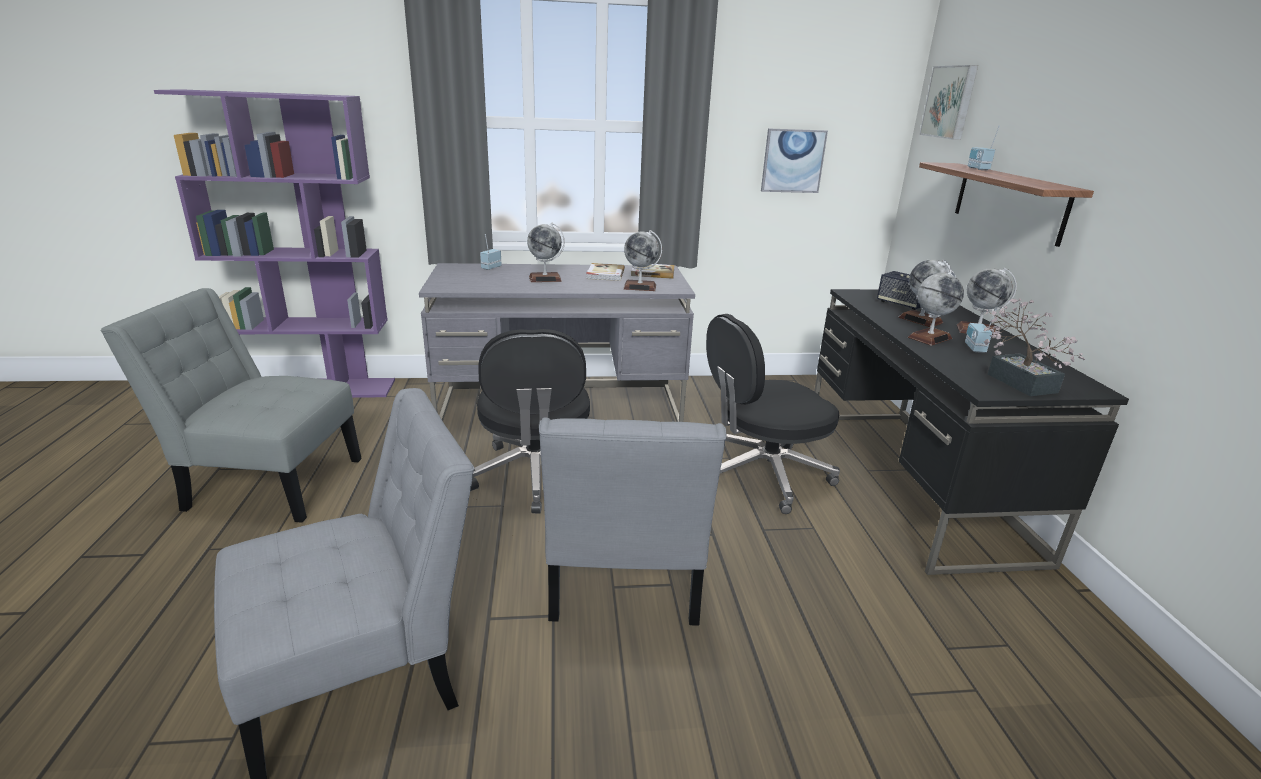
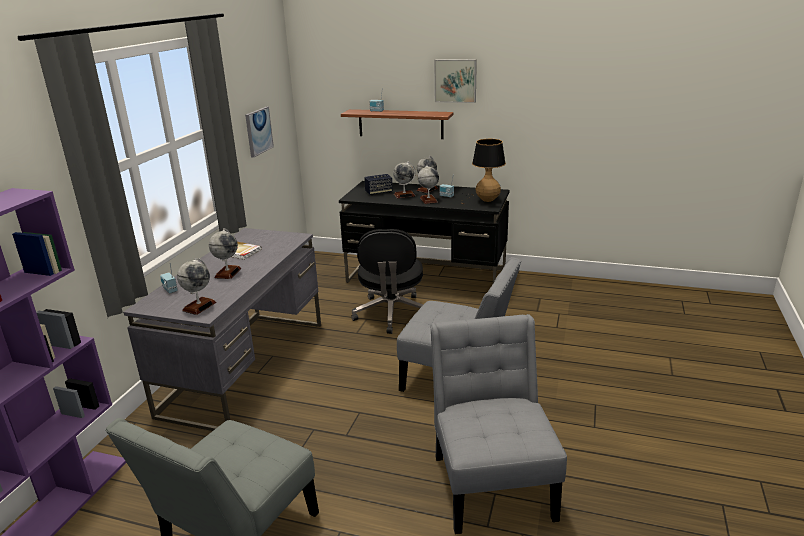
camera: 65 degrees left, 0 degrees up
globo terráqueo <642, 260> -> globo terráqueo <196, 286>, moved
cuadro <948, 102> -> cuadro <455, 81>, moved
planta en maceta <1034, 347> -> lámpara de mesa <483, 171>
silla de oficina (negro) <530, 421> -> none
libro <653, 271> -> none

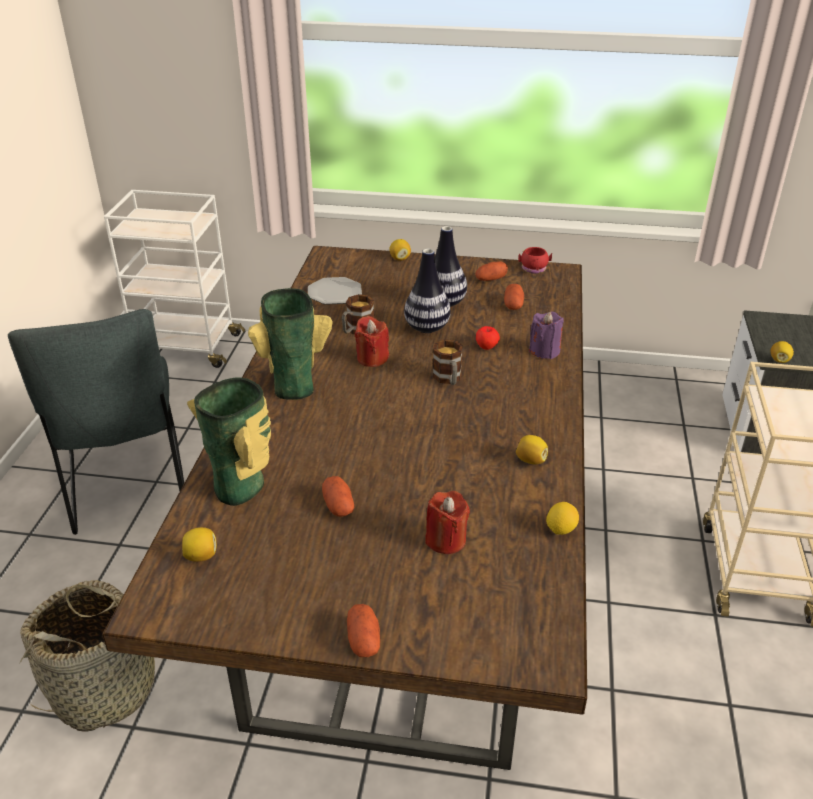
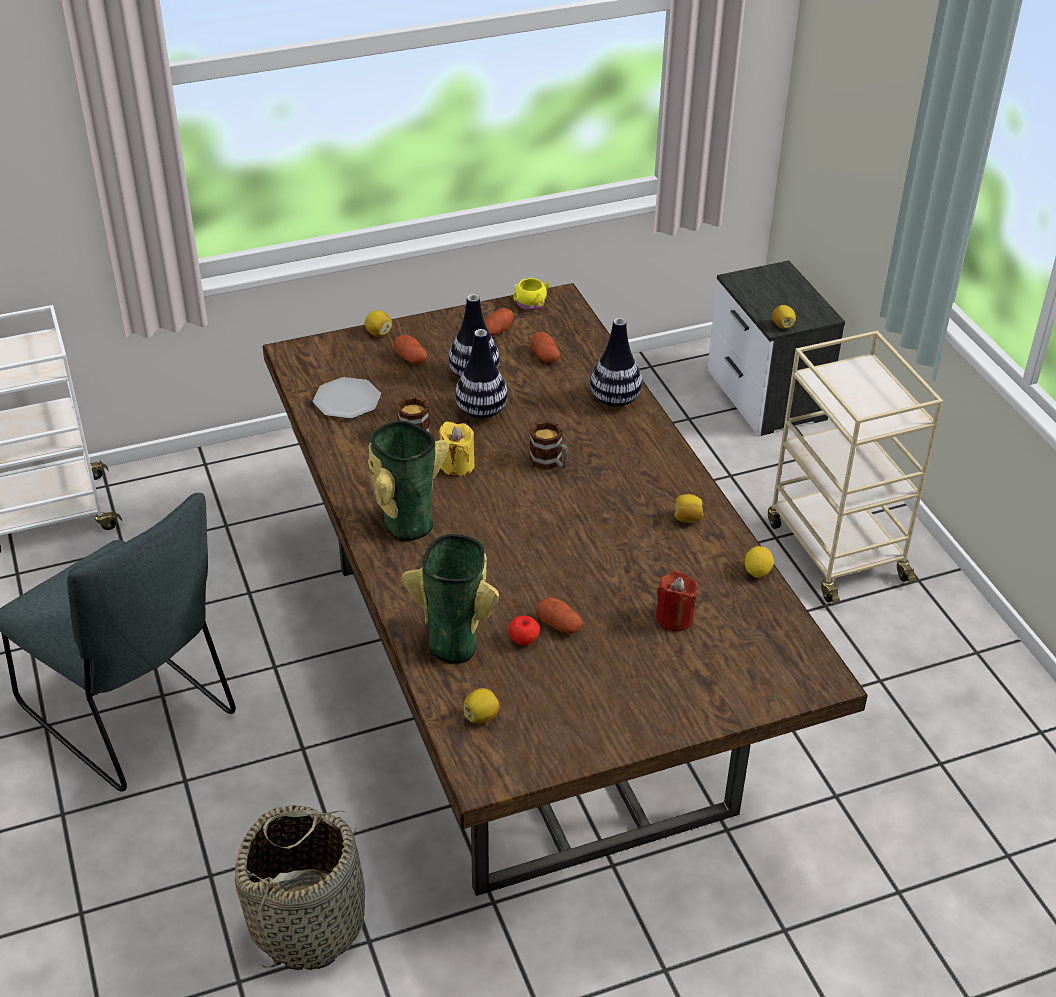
camera: 30 degrees left, 5 degrees up
patata <363, 630> -> patata <410, 350>, moved
vela (rojo) <372, 341> -> vela (amarillo) <456, 449>
manzana <488, 338> -> manzana <524, 630>, moved
taza grande (rojo) <535, 260> -> taza grande (amarillo) <531, 294>
vela (morado) <546, 335> -> florero <616, 362>

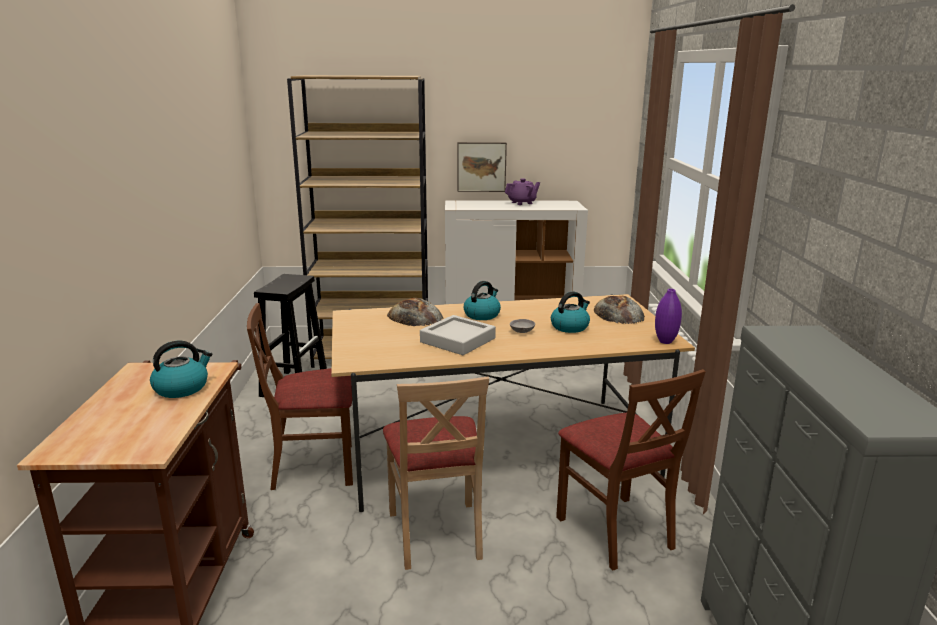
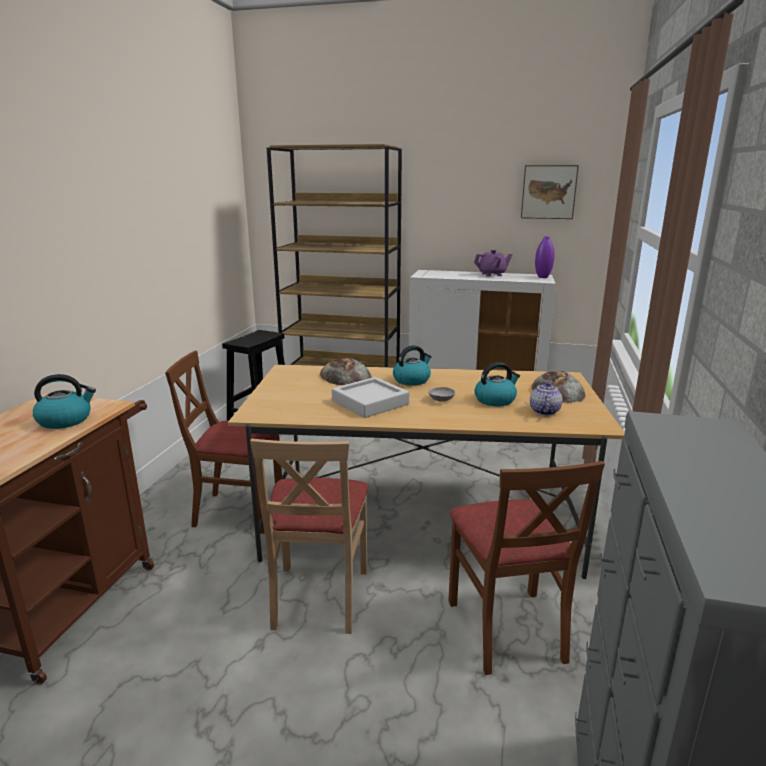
camera: 15 degrees right, 0 degrees up
cuadro <482, 167> -> cuadro <550, 192>, moved
none -> tetera <546, 398>
florero (morado) <668, 316> -> florero (morado) <545, 257>, moved

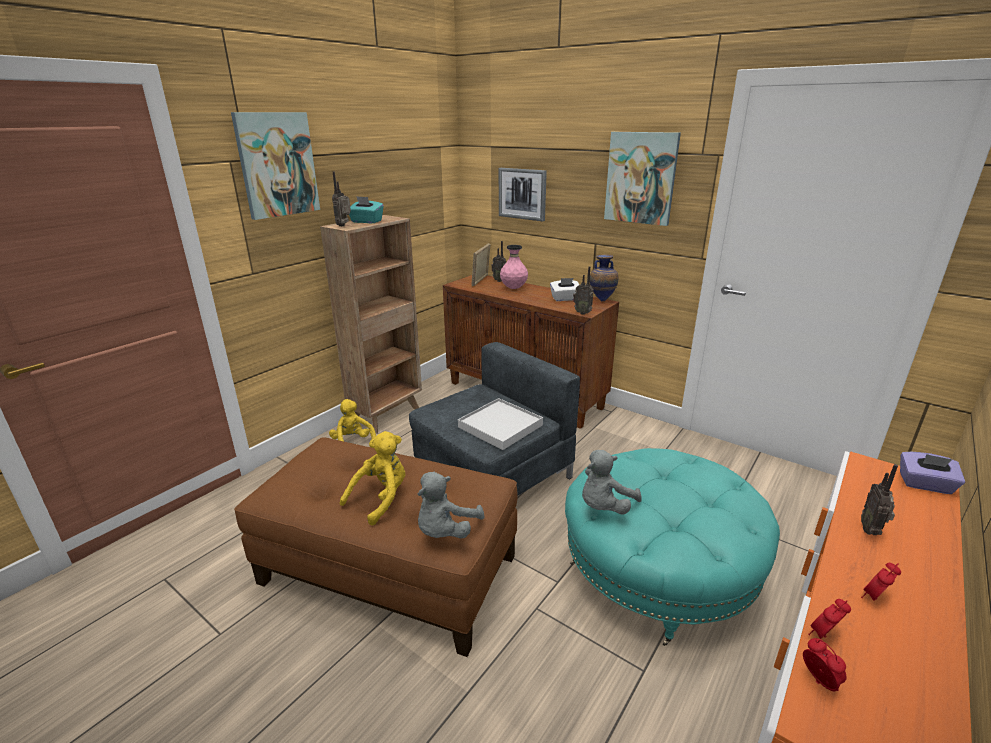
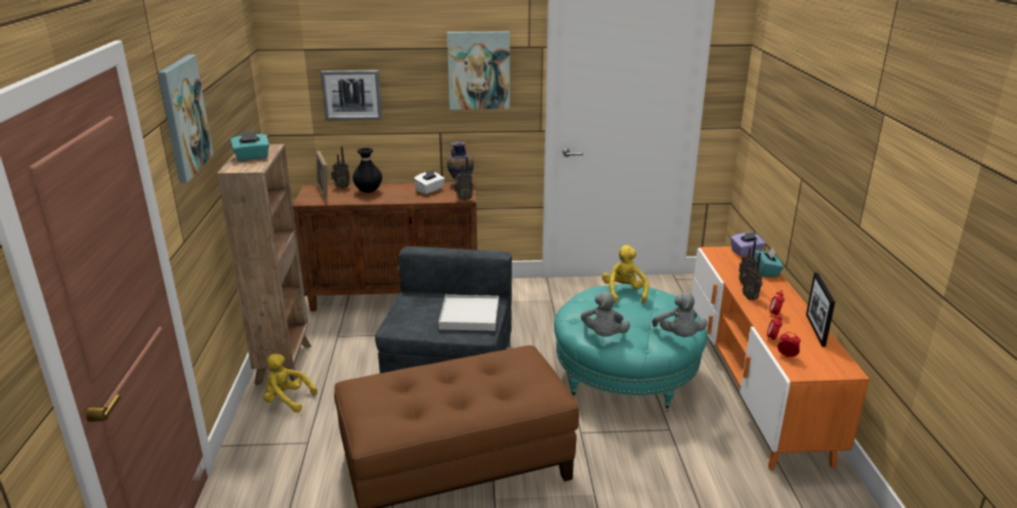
camera: 40 degrees left, 0 degrees up
florero (rosa) <514, 267> -> florero (negro) <367, 170>
peluche (amarillo) <372, 478> -> peluche (amarillo) <625, 274>, moved
peluche (gris) <451, 505> -> peluche (gris) <679, 314>, moved
radio <341, 199> -> radio <752, 276>, moved
none -> caja de pañuelos (turquesa) <769, 262>
none -> portarretratos <820, 309>

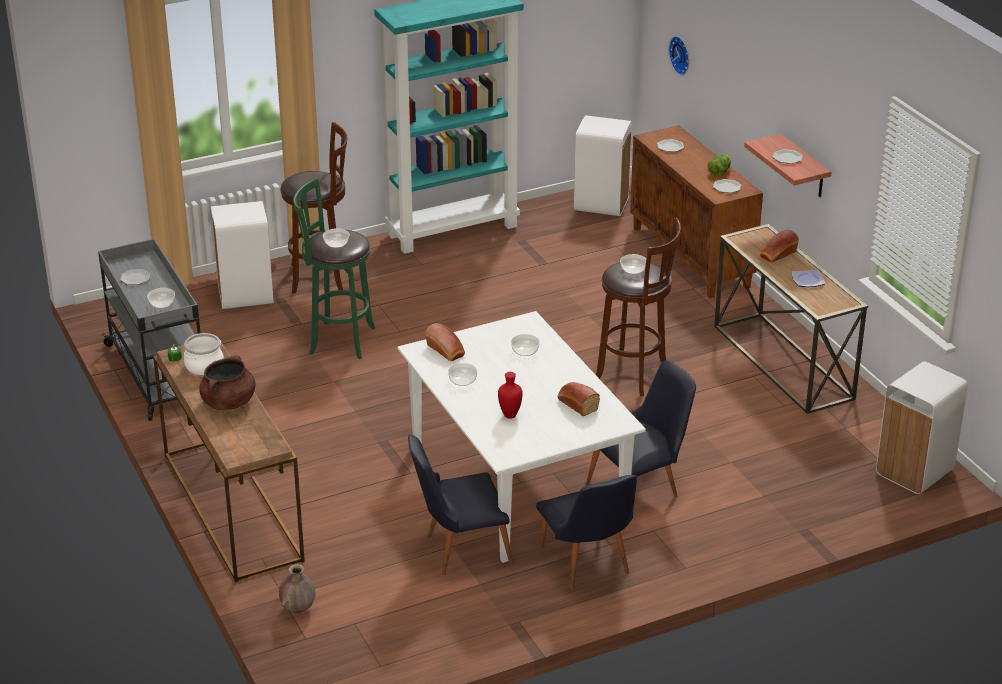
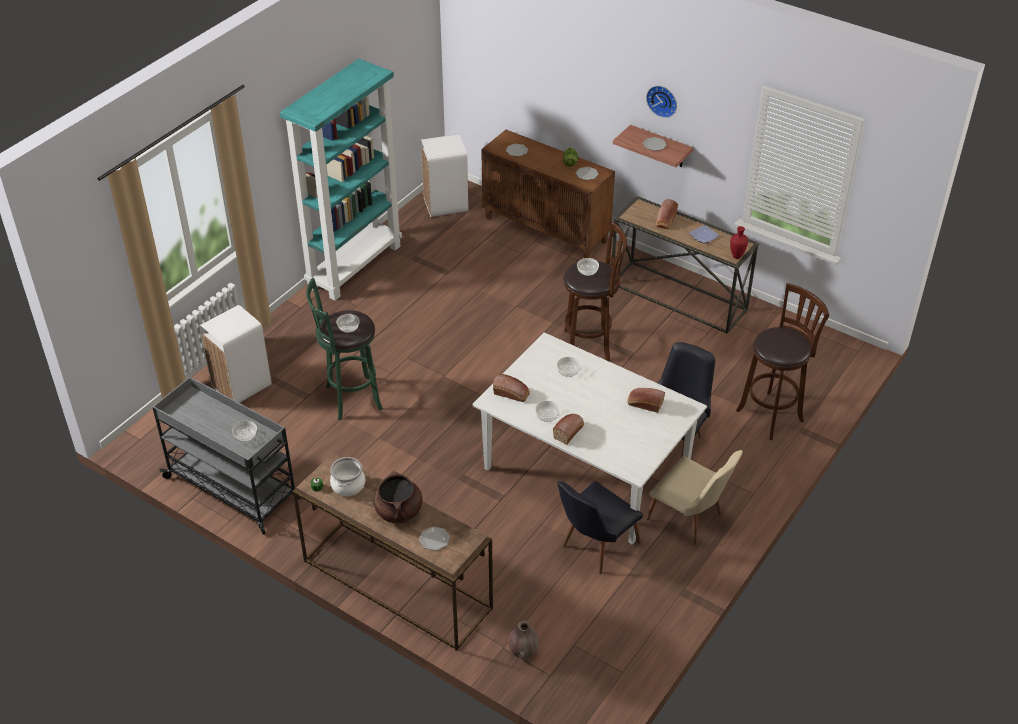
camera: 30 degrees left, 10 degrees up
plato <135, 277> -> plato <434, 539>, moved
none -> pan <568, 429>
reloj de pared <679, 56> -> reloj de pared <661, 102>, moved
silla (negro) <586, 532> -> silla (beis) <694, 497>
florero (rojo) <510, 395> -> florero (rojo) <739, 242>, moved
taburete (marrón) <313, 208> -> taburete (marrón) <782, 361>, moved
papelera (blanco) <922, 427> -> none

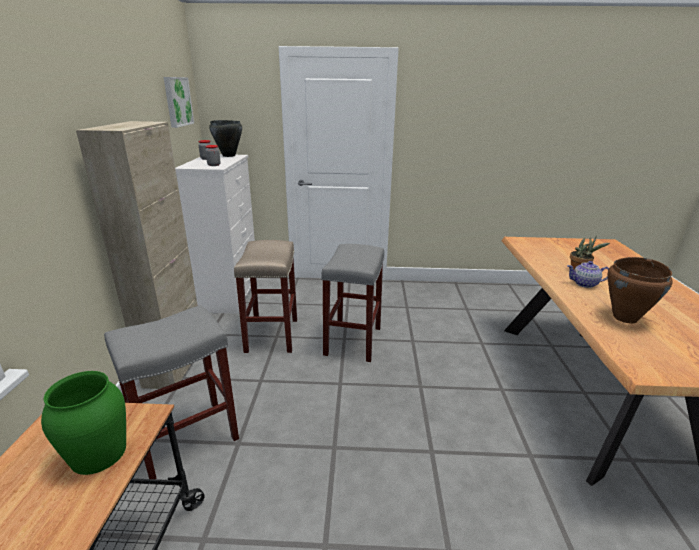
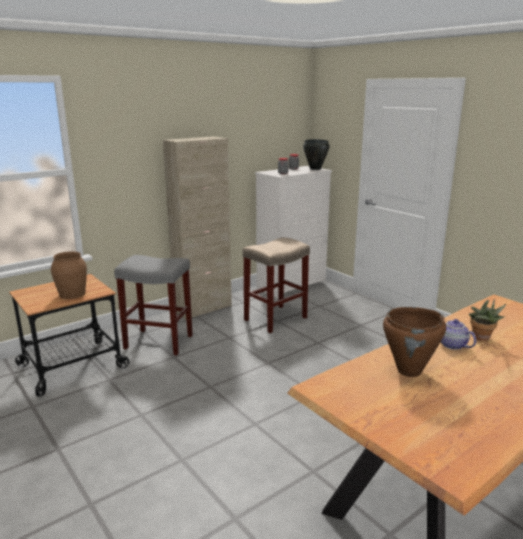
camera: 50 degrees right, 5 degrees down
florero (verde) <83, 423> -> florero (marrón) <69, 275>
cuadro <179, 102> -> none
taburete (gris) <353, 303> -> none

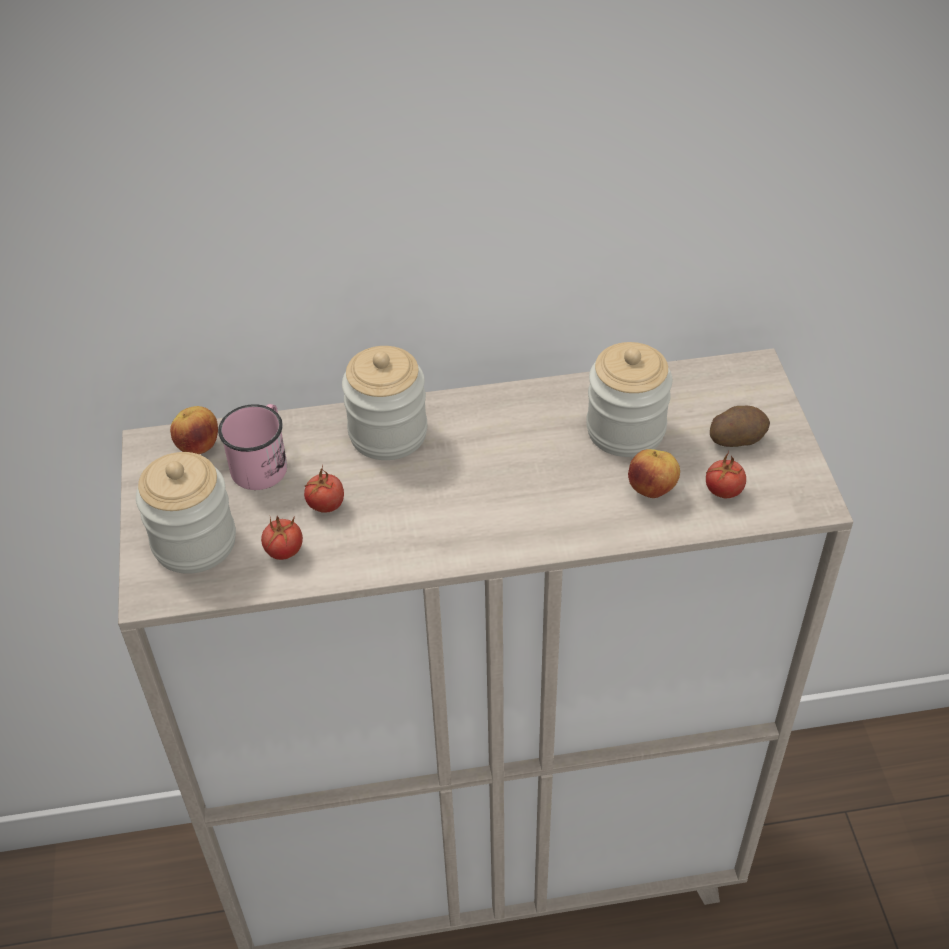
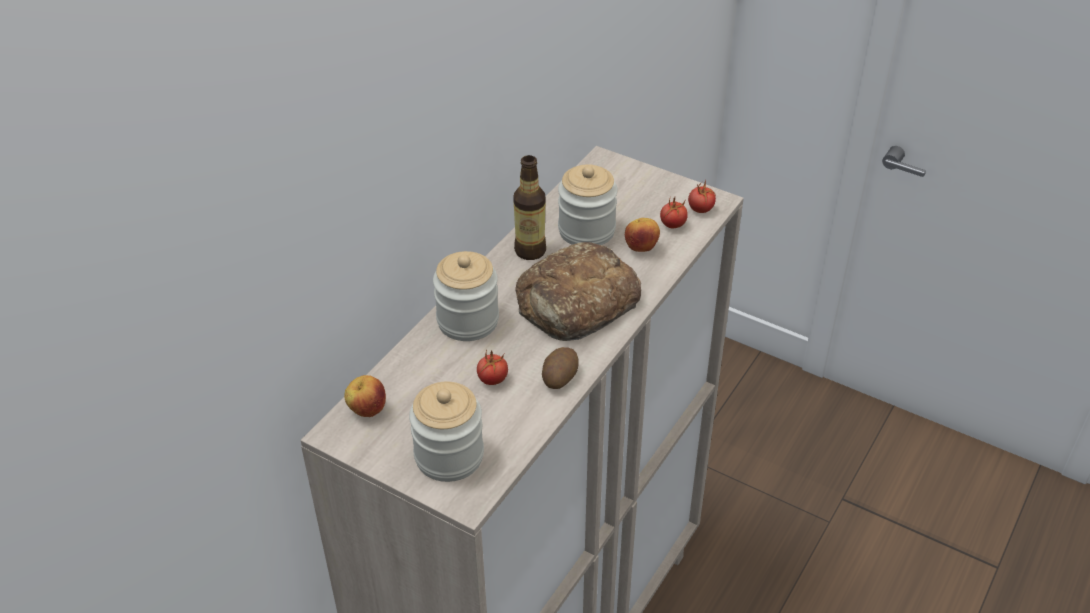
camera: 50 degrees left, 5 degrees down
none -> botella <529, 207>
none -> pan <578, 291>
patata <740, 426> -> patata <560, 368>, moved
tomate <282, 537> -> tomate <702, 196>, moved
taza grande (rosa) <252, 447> -> none

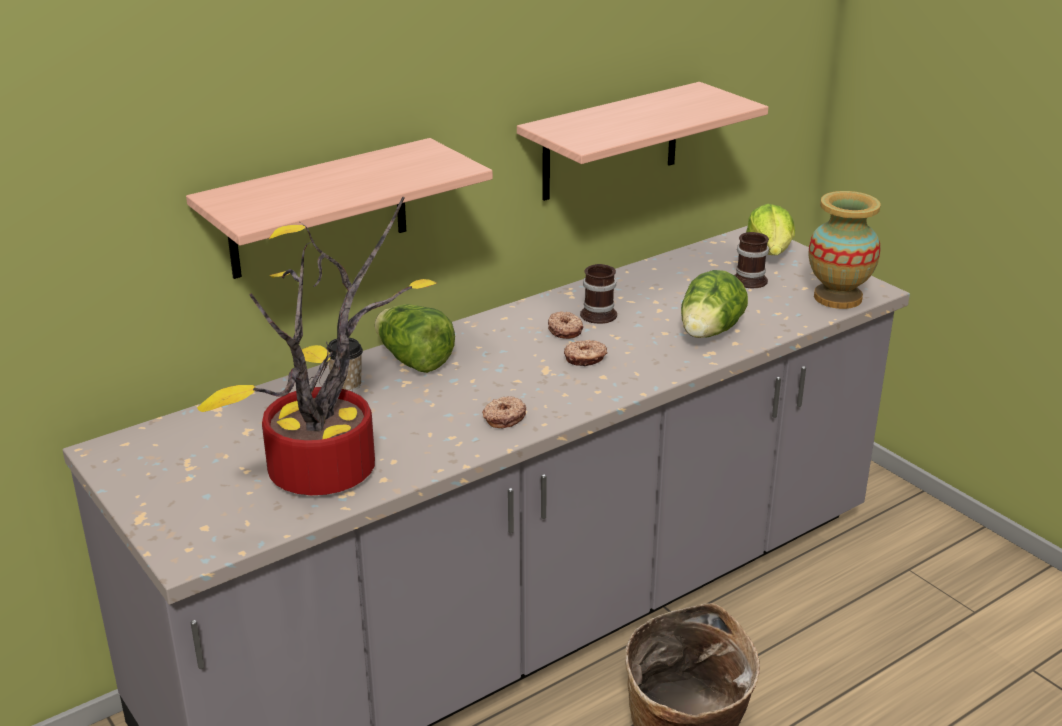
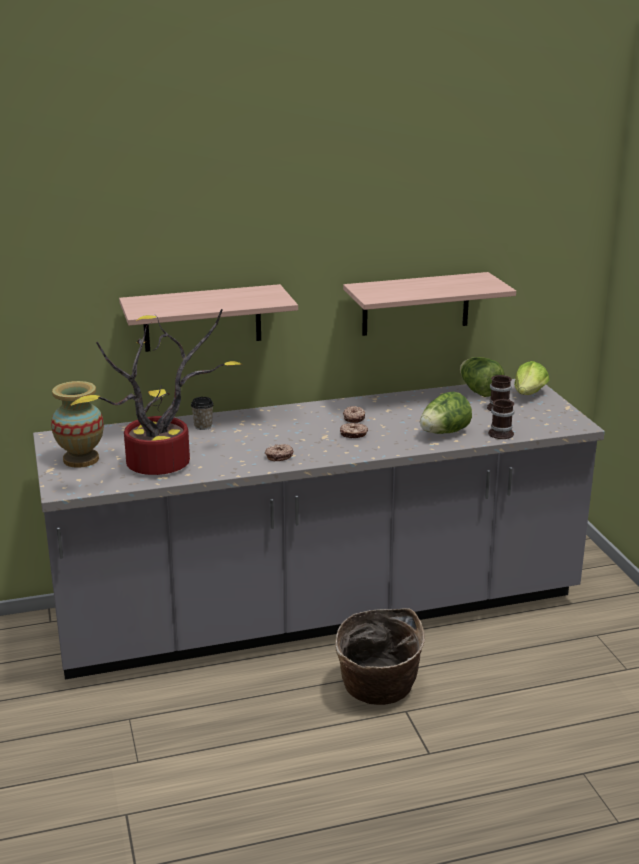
camera: 20 degrees right, 5 degrees down
florero <844, 250> -> florero <77, 424>, moved
lechuga <415, 338> -> lechuga <482, 377>, moved
taza grande <598, 294> -> taza grande <501, 419>, moved

